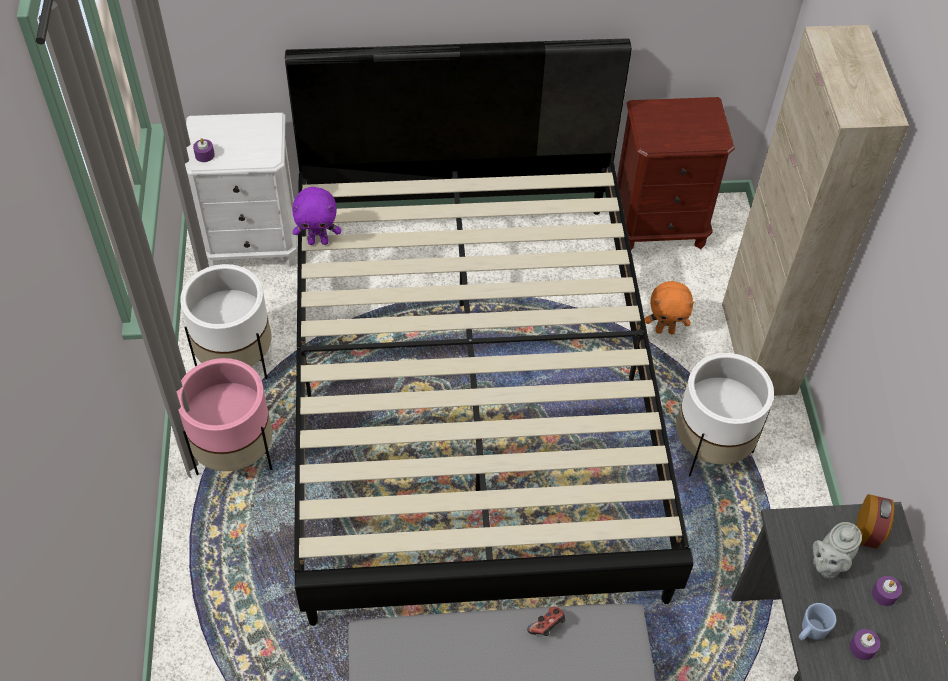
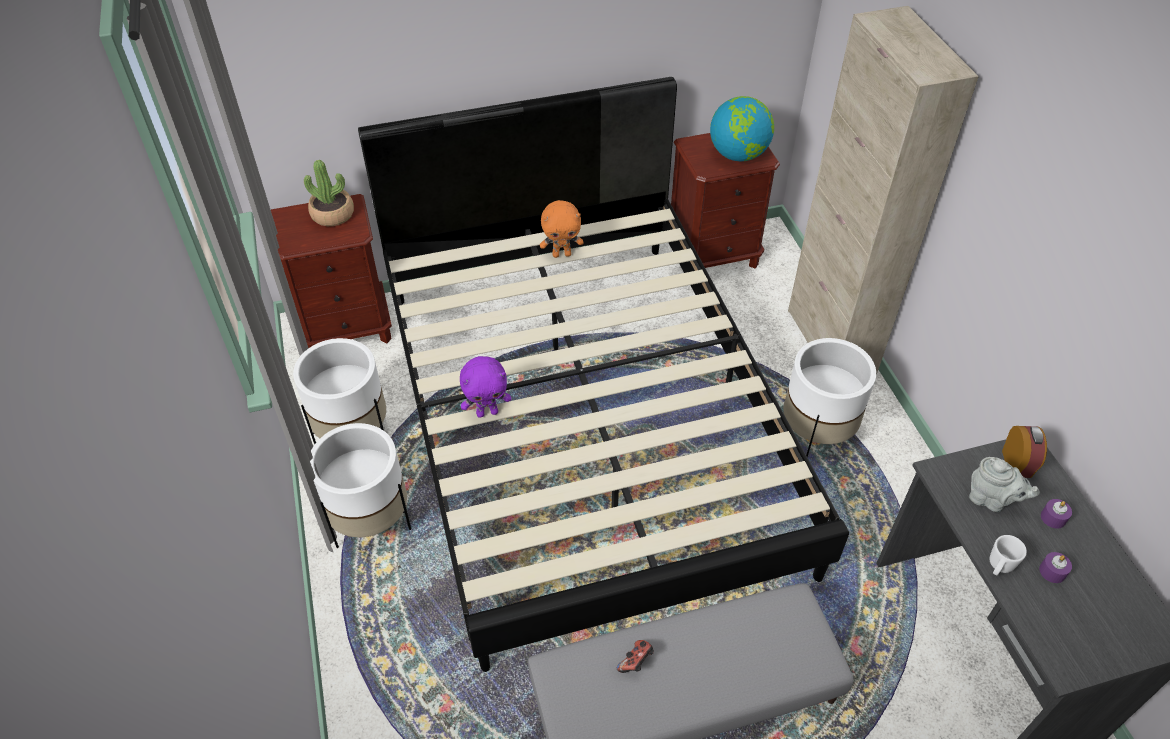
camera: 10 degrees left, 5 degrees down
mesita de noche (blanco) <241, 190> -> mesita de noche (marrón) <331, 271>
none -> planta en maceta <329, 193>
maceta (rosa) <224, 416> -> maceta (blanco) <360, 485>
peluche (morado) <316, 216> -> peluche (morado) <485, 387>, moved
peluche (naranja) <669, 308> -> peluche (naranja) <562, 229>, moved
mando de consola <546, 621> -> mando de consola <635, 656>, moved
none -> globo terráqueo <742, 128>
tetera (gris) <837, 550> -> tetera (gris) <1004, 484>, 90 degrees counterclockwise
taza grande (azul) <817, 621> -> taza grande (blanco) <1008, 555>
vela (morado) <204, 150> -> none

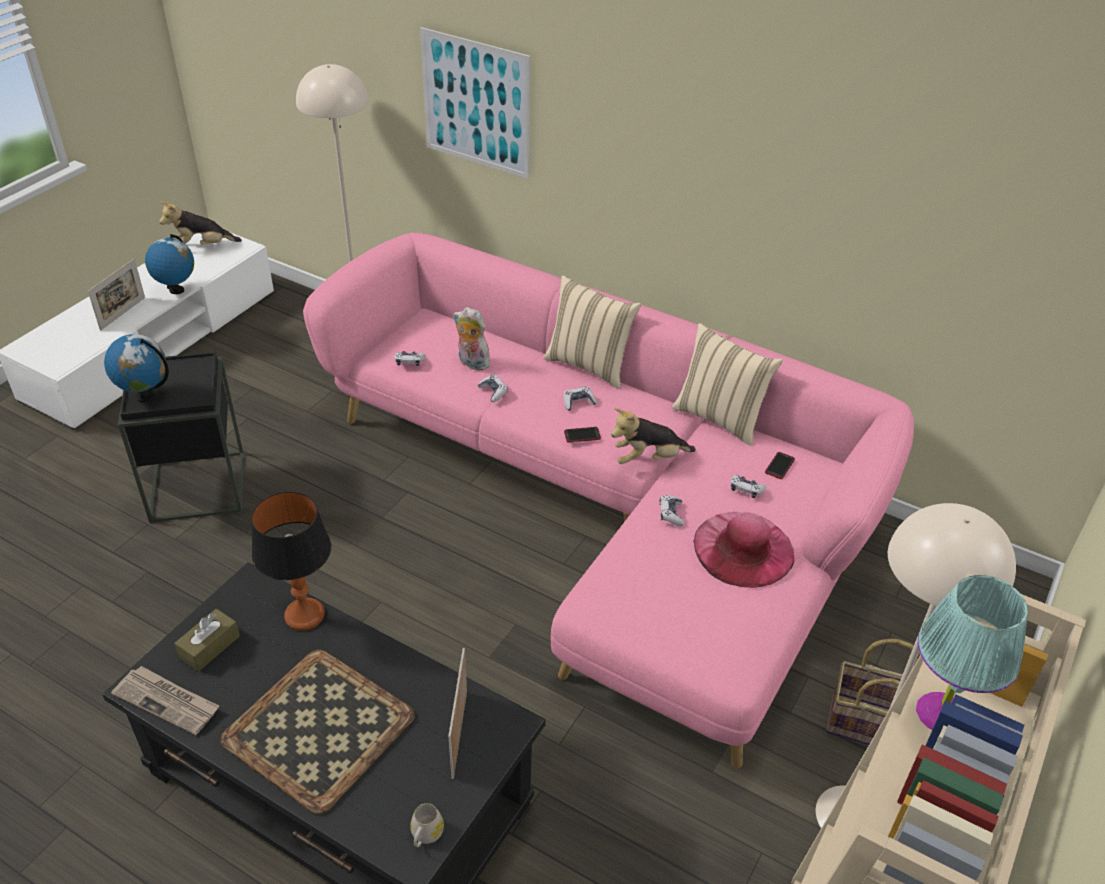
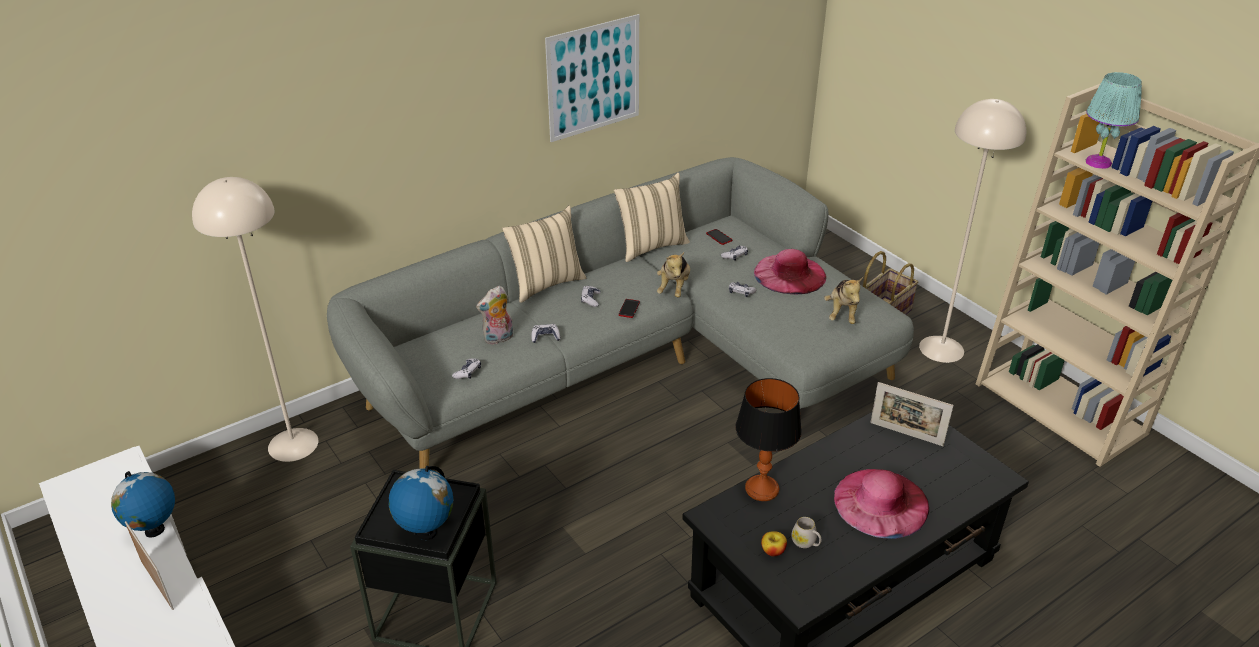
camera: 65 degrees left, 5 degrees down
sofá (rosa) <608, 500> -> sofá (gris) <620, 313>
cuadro <475, 103> -> cuadro <592, 78>, moved
caja de pañuelos (marrón) <207, 640> -> manzana <774, 543>
taza grande (blanco) <427, 825> -> taza grande (blanco) <806, 532>, moved
peluche <200, 223> -> peluche <843, 300>, moved
bandeja <317, 732> -> sombrero (rosa) <881, 504>
periódico <165, 700> -> none

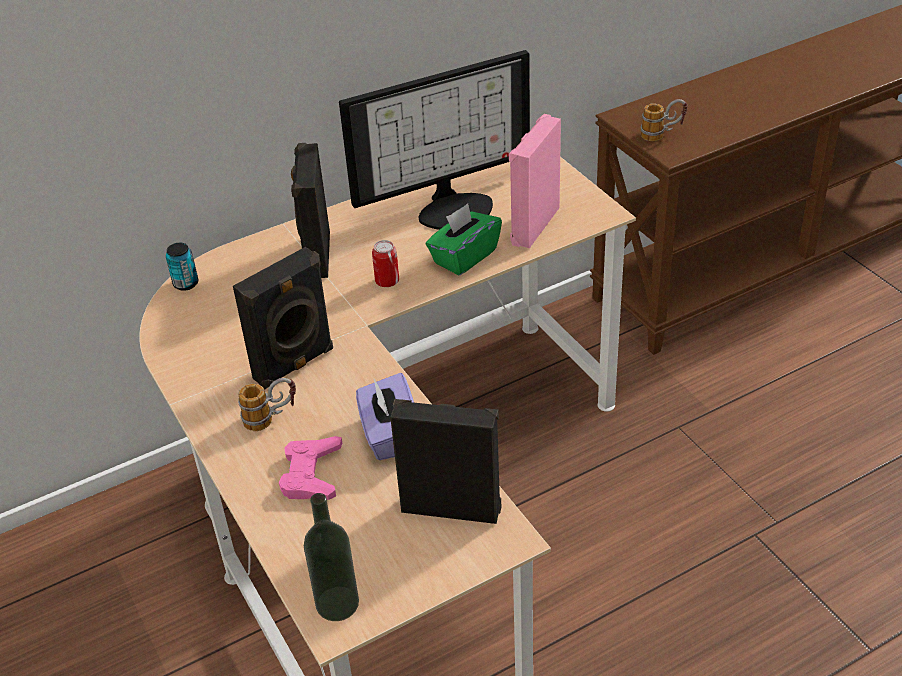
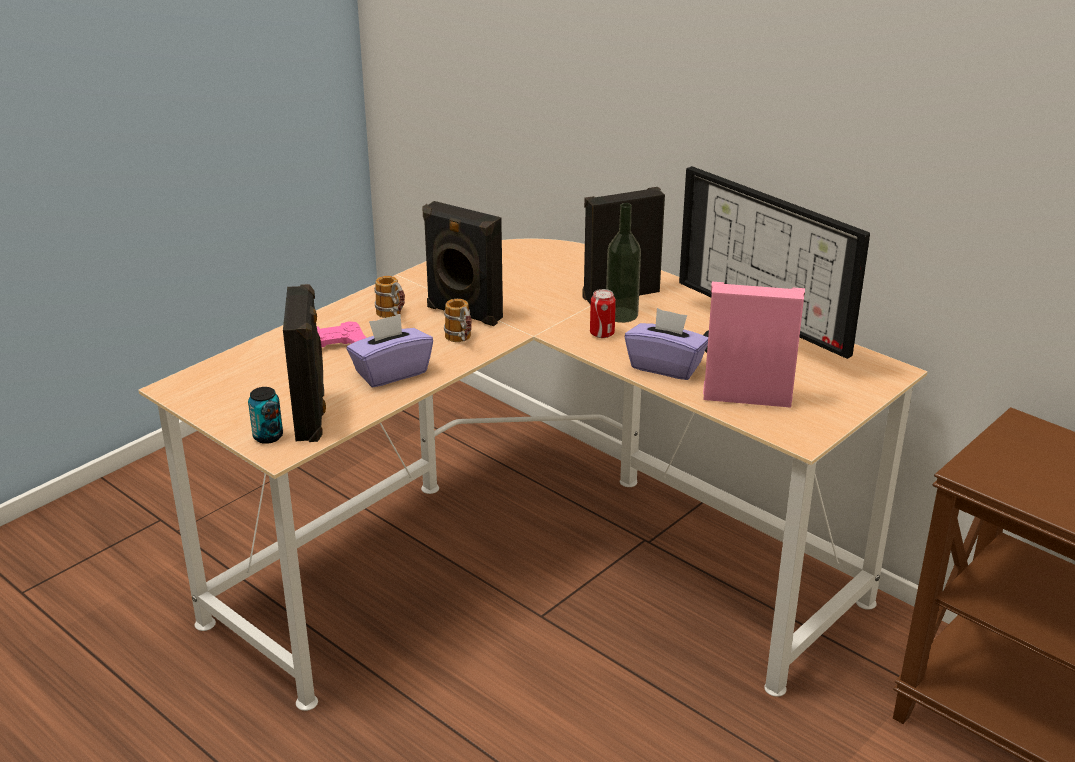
camera: 70 degrees right, 10 degrees down
lata <182, 267> -> lata <265, 415>, moved
taza grande <664, 120> -> taza grande <458, 320>, moved
botella <331, 557> -> botella <623, 263>, moved
caja de pañuelos (verde) <464, 239> -> caja de pañuelos (morado) <666, 344>

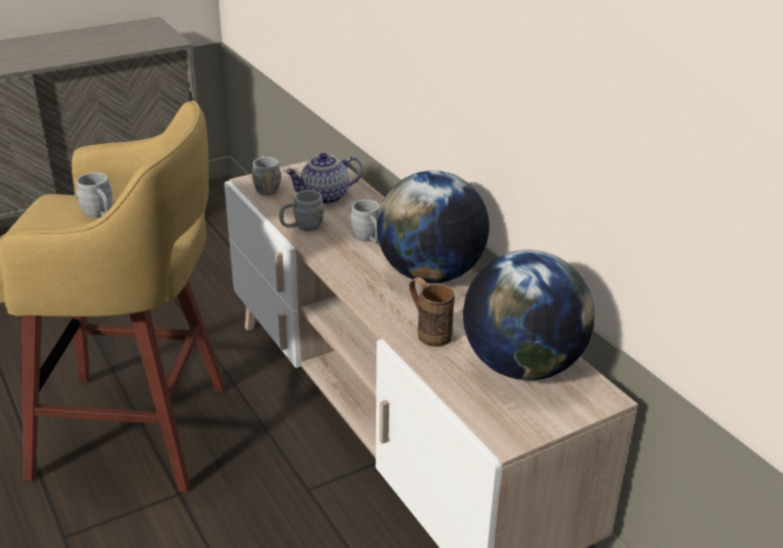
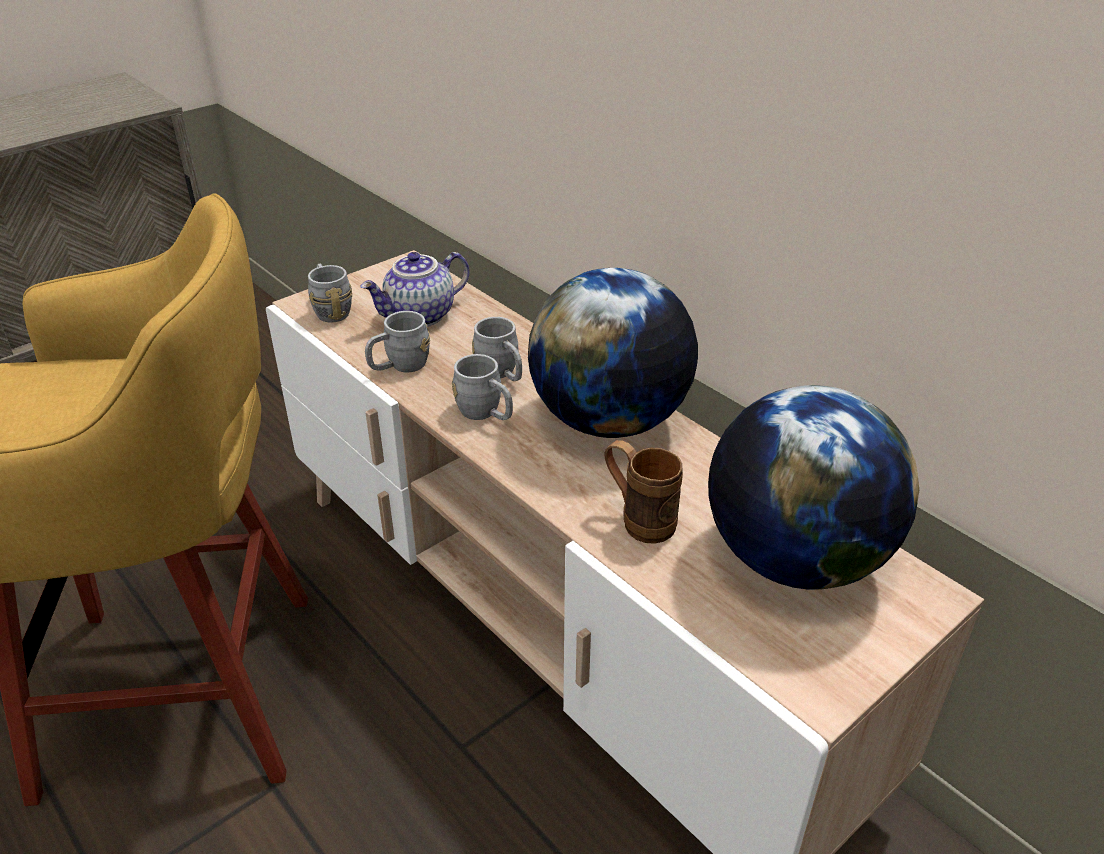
camera: 10 degrees left, 5 degrees up
taza grande (gris) <94, 195> -> taza grande (gris) <482, 387>, moved

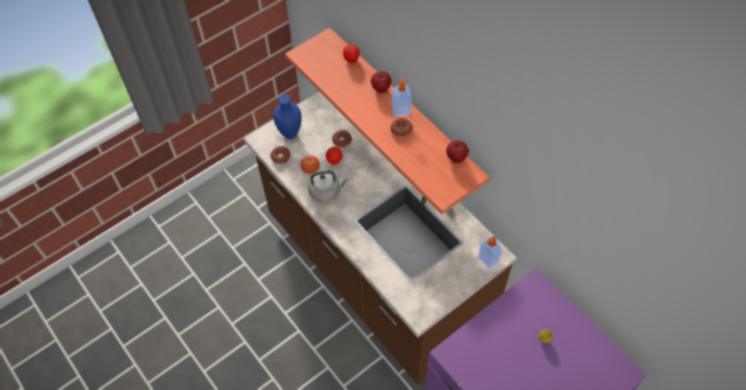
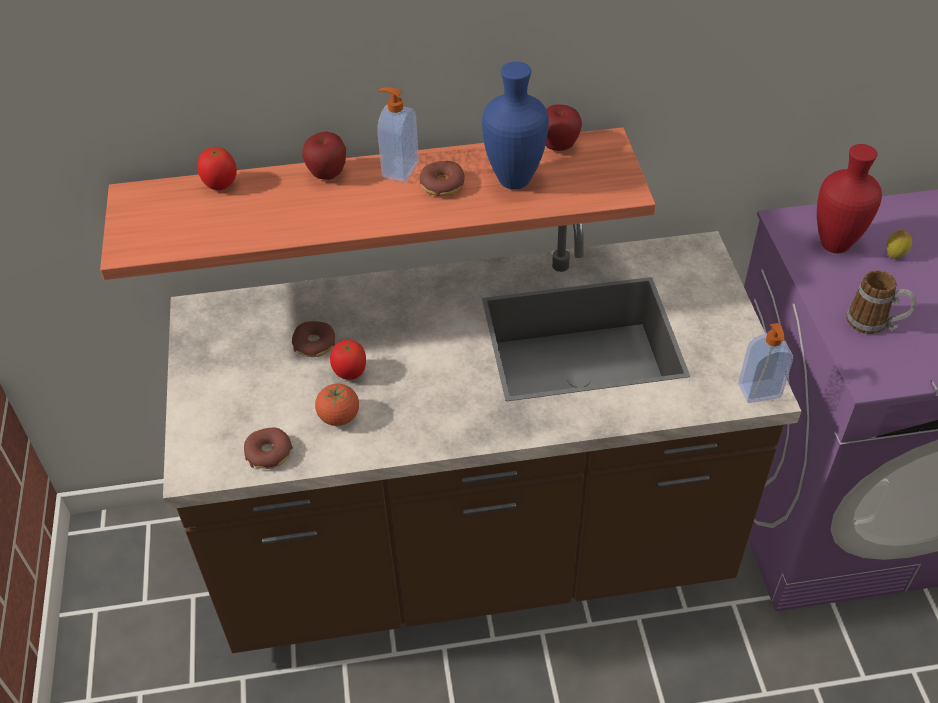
camera: 60 degrees left, 10 degrees down
florero (azul) <287, 117> -> florero (azul) <515, 126>, moved
dispensador de jabón <490, 252> -> dispensador de jabón <765, 363>, moved
none -> florero (rojo) <849, 198>
none -> taza grande <881, 302>
hervidor (gris) <328, 187> -> none

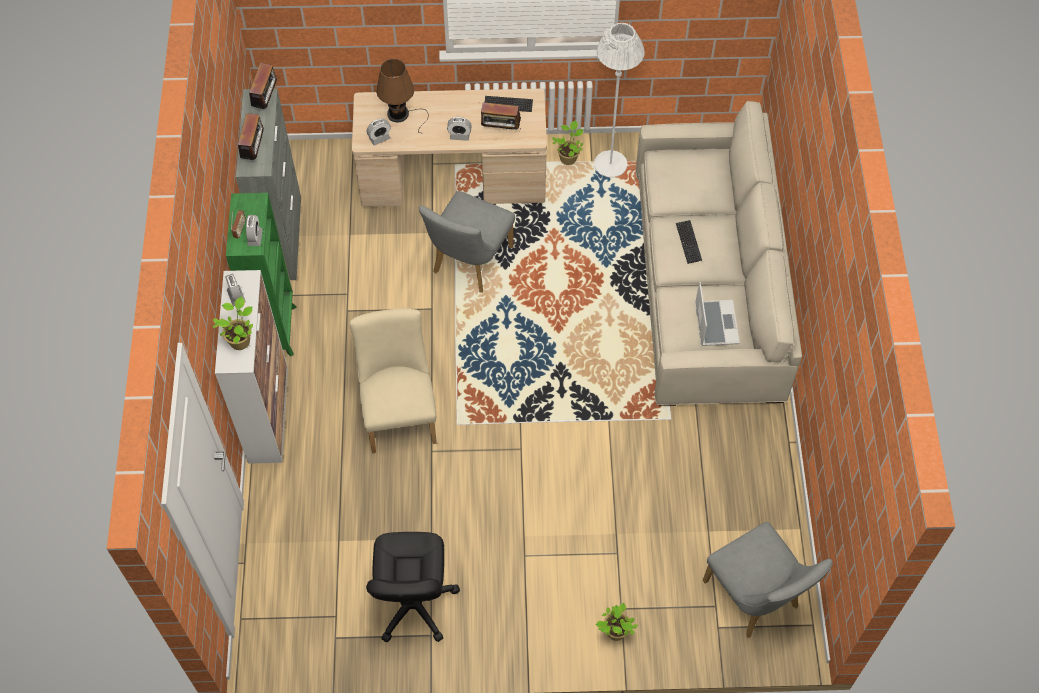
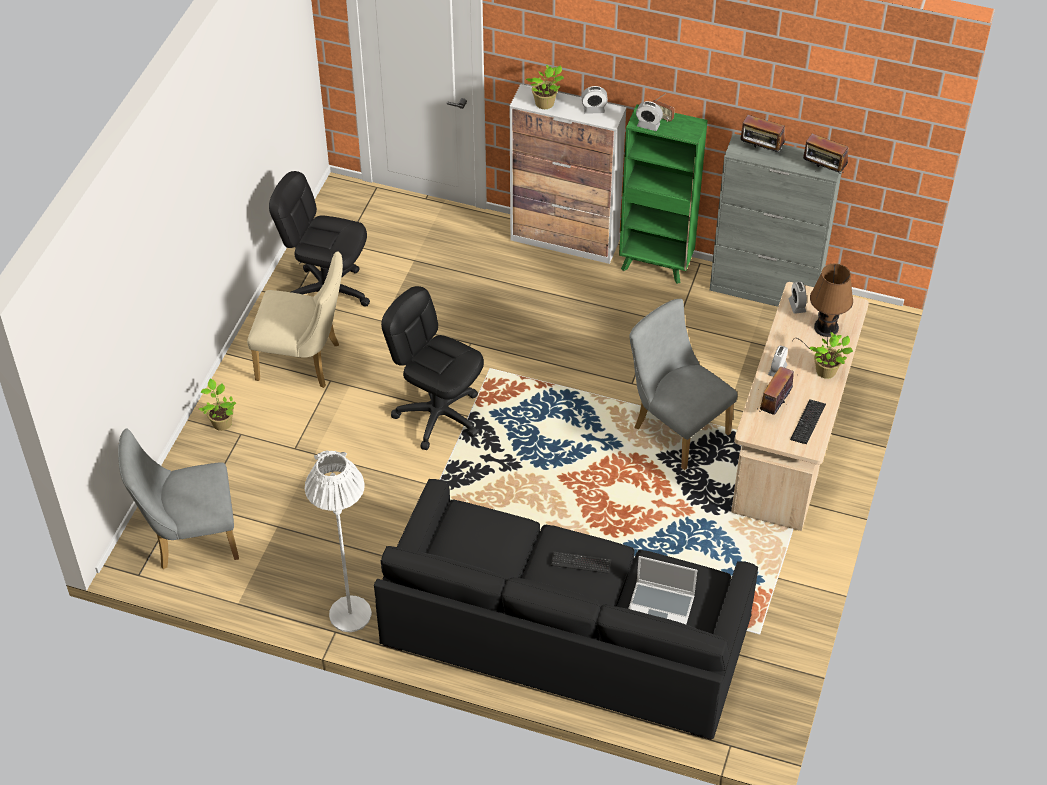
camera: 110 degrees right, 10 degrees down
silla (beis) <393, 380> -> silla (beis) <295, 320>, moved
lámpara de pie (blanco) <619, 100> -> lámpara de pie (blanco) <338, 541>, moved
sofá (beis) <719, 253> -> sofá (negro) <566, 609>
none -> silla de oficina (negro) <432, 368>
portátil <717, 314> -> portátil <663, 590>, moved
planta en maceta <567, 142> -> planta en maceta <831, 355>, moved

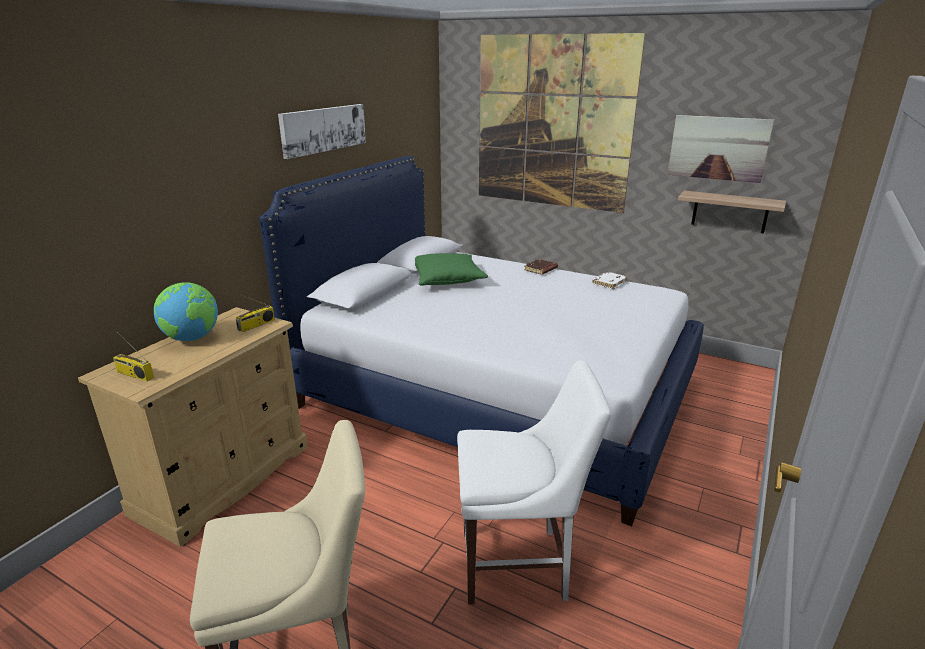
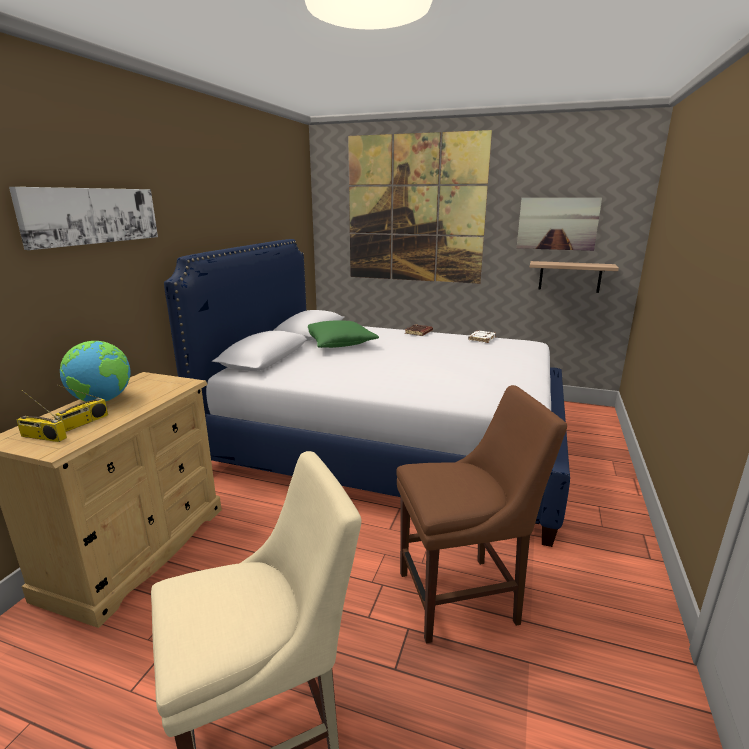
camera: 10 degrees left, 5 degrees down
cuadro <322, 131> -> cuadro <83, 218>, moved
radio <255, 313> -> radio <81, 408>, moved
silla (blanco) <534, 482> -> silla (marrón) <481, 514>

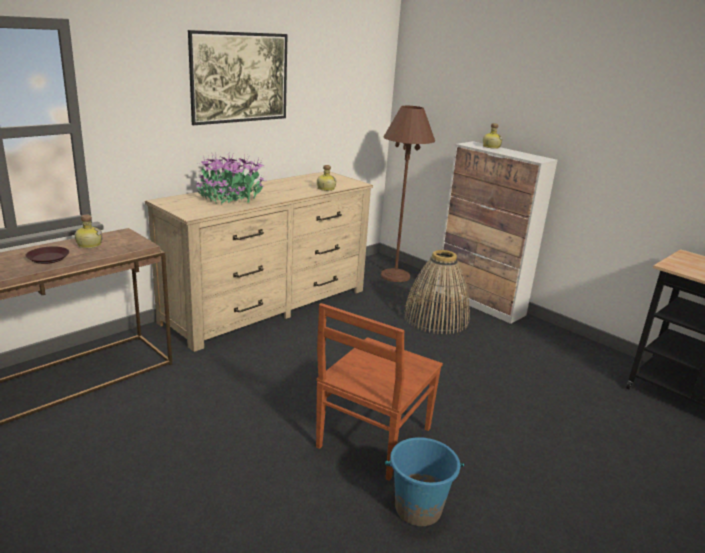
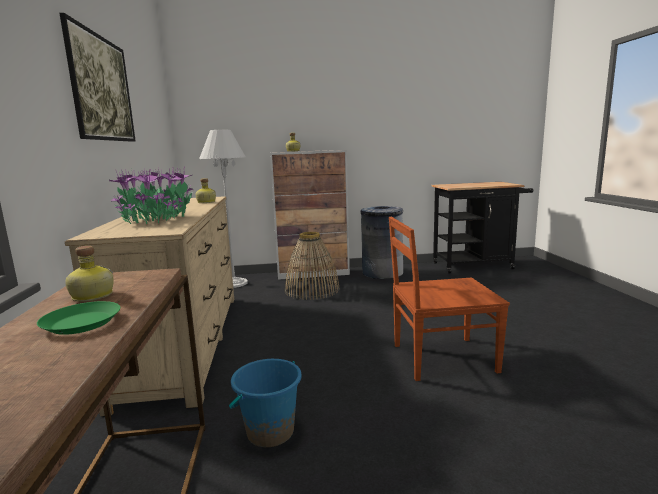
camera: 50 degrees left, 10 degrees down
plato (marrón) <47, 255> -> plato (verde) <78, 318>
lámpara de pie (marrón) <408, 194> -> lámpara de pie (blanco) <223, 209>
cubo (azul) <424, 481> -> cubo (azul) <265, 403>, moved
none -> papelera (gris) <382, 242>
silla (marrón) <379, 392> -> silla (marrón) <449, 299>, 105 degrees clockwise

